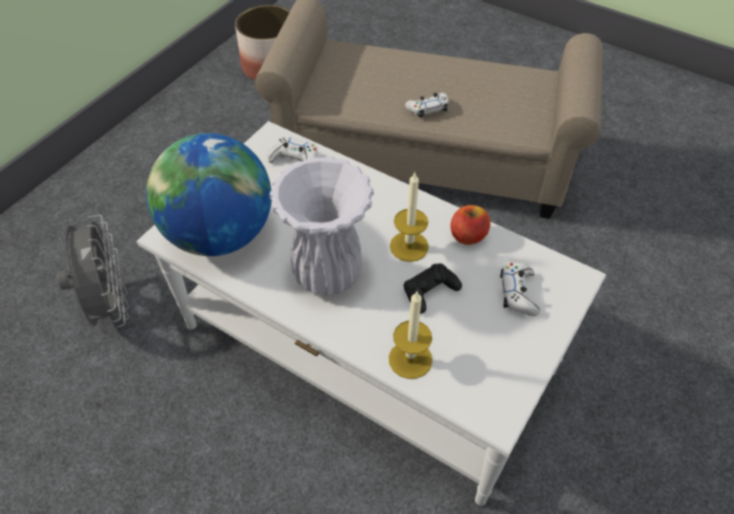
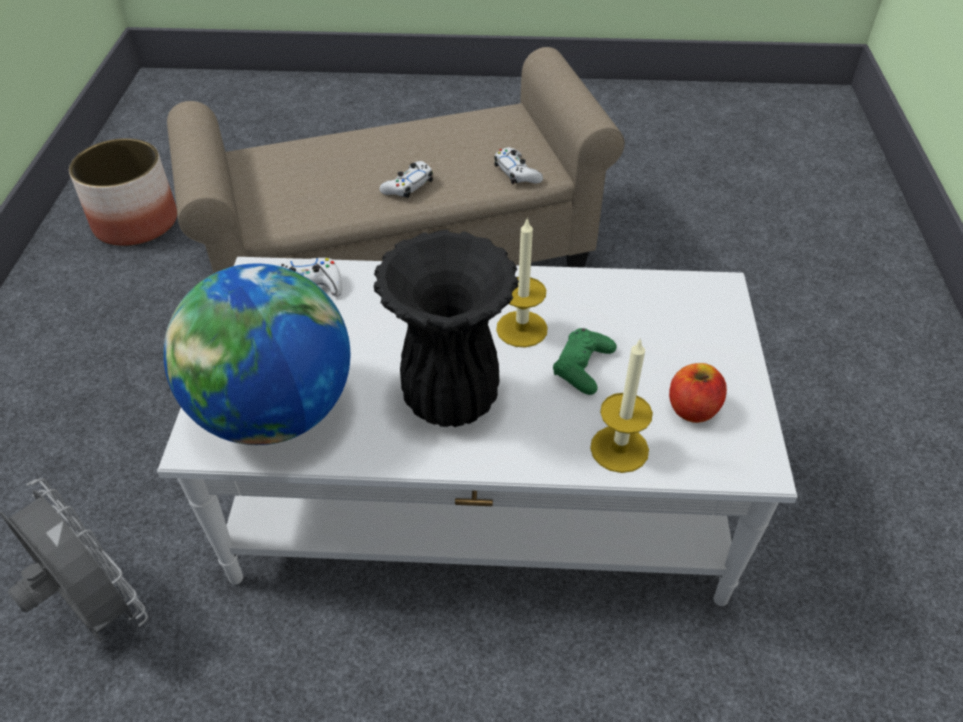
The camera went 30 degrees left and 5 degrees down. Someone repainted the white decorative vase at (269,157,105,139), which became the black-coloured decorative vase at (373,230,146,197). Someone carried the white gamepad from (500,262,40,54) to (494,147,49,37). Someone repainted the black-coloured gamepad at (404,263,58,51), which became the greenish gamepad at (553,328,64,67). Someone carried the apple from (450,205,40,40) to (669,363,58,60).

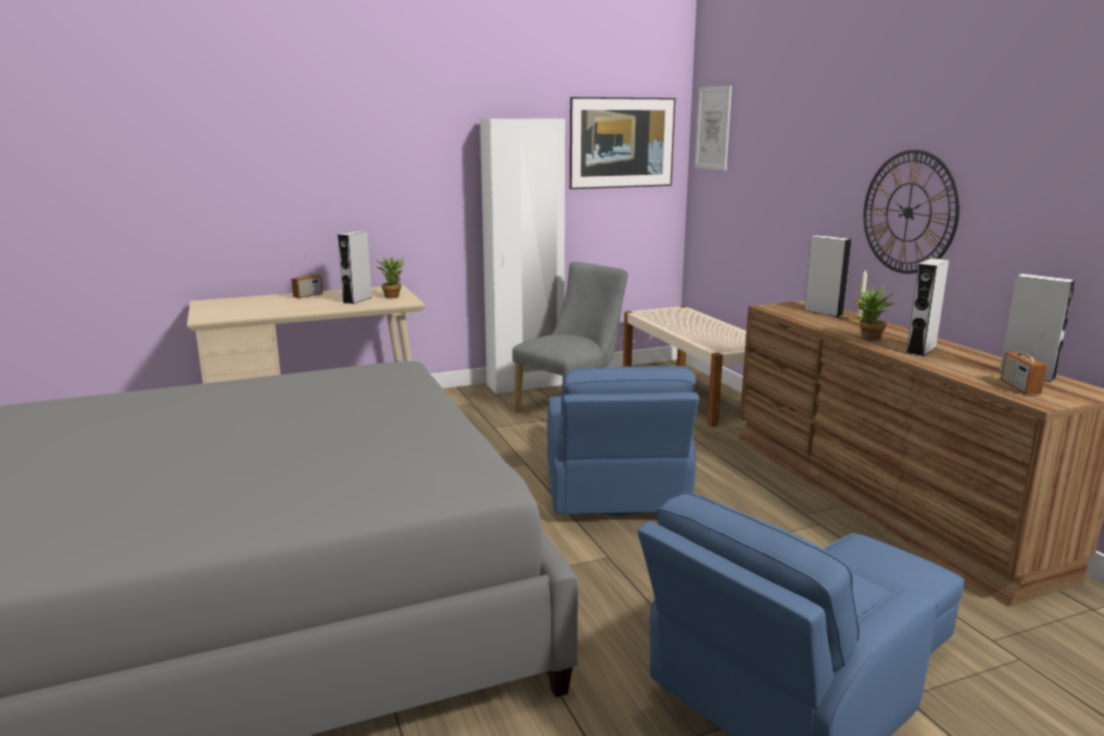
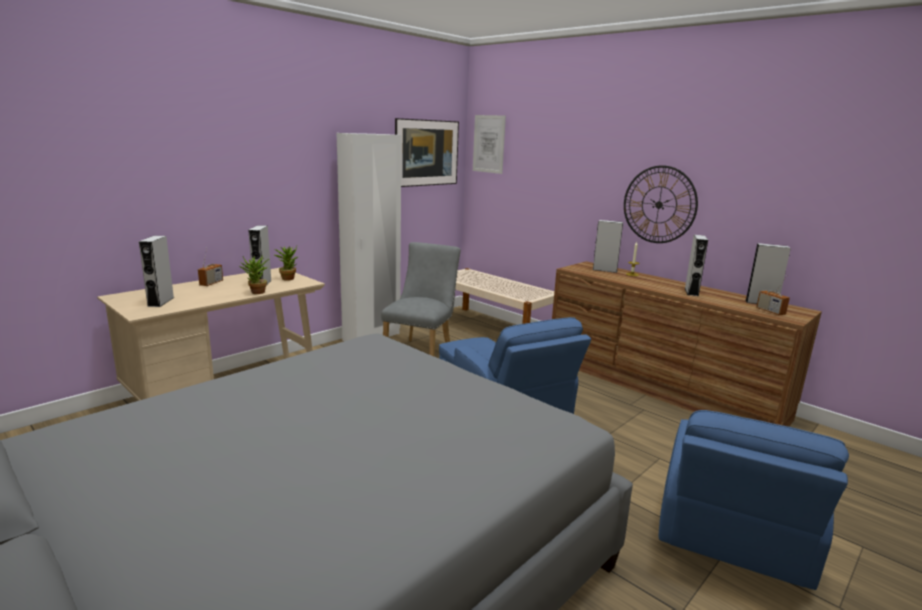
The camera went 25 degrees left and 0 degrees up. Someone put down the greyish audio speaker at (139,236,35,71). Someone carried the plant in a pot from (855,285,42,55) to (240,255,29,39).

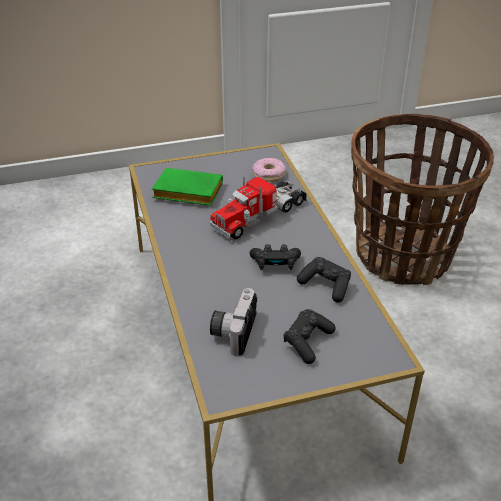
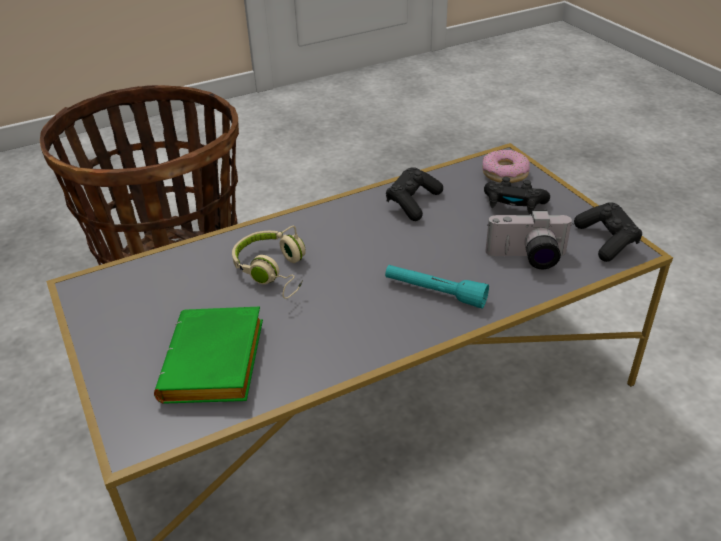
The camera went 100 degrees left and 0 degrees up. Someone swapped the model truck at (209,176,97,63) for the beige-coloured pair of headphones at (232,226,74,73). Someone put down the blue-green flashlight at (385,265,104,44). Someone carried the ring doughnut from (252,158,34,24) to (482,150,48,33). Someone carried the black-coloured gamepad from (250,244,51,26) to (574,202,68,60).

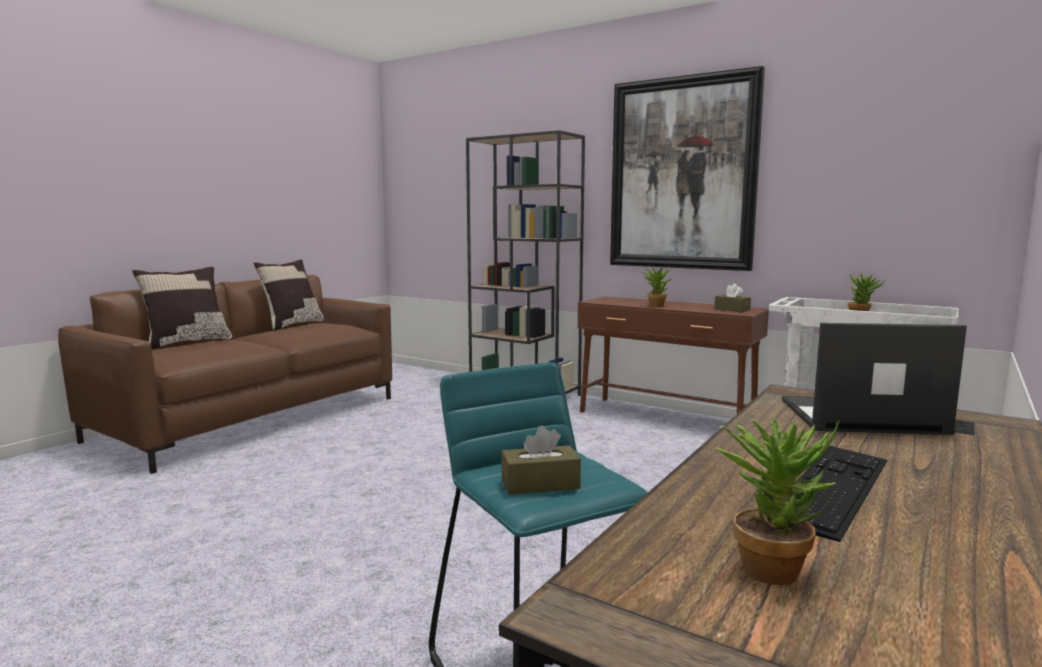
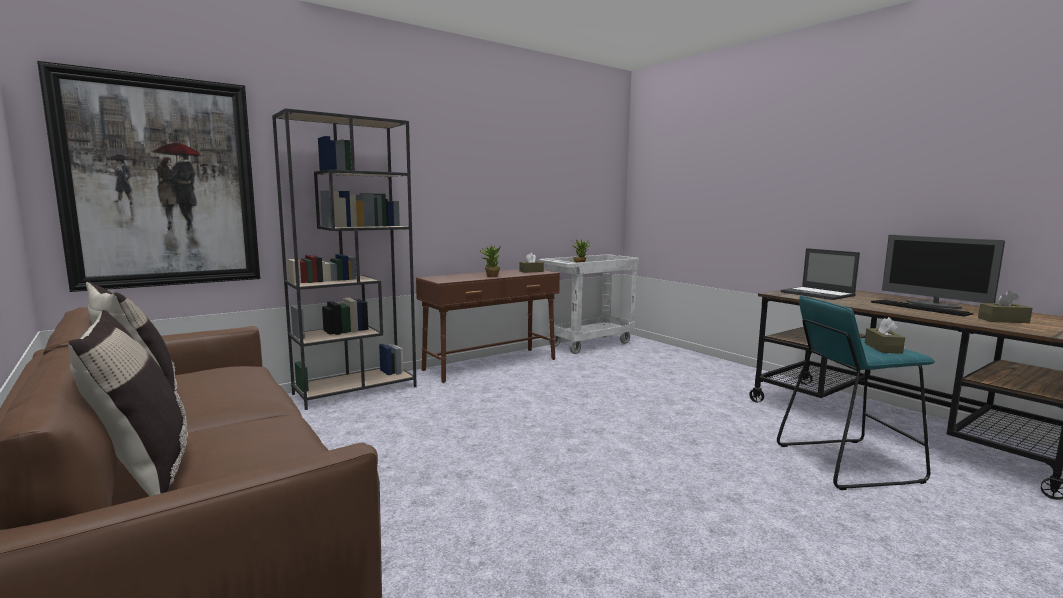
The camera went 70 degrees left and 0 degrees up. Someone carried the picture from (610,66,155,205) to (37,61,223,231). Someone rotated the portable computer at (782,323,185,112) by 60 degrees counterclockwise. Someone put down the computer display at (882,235,123,74). Someone swapped the plant in a pot at (716,418,124,167) for the brown box of tissues at (978,291,55,32).

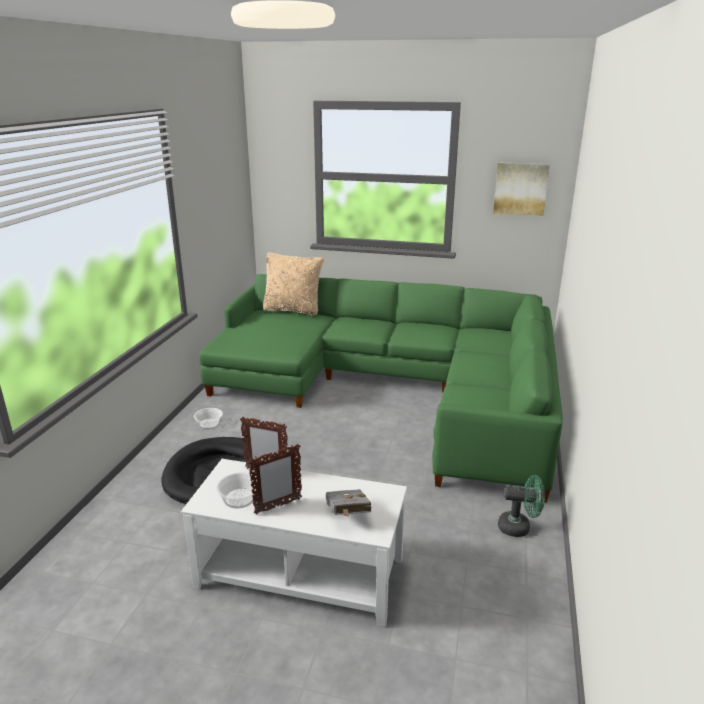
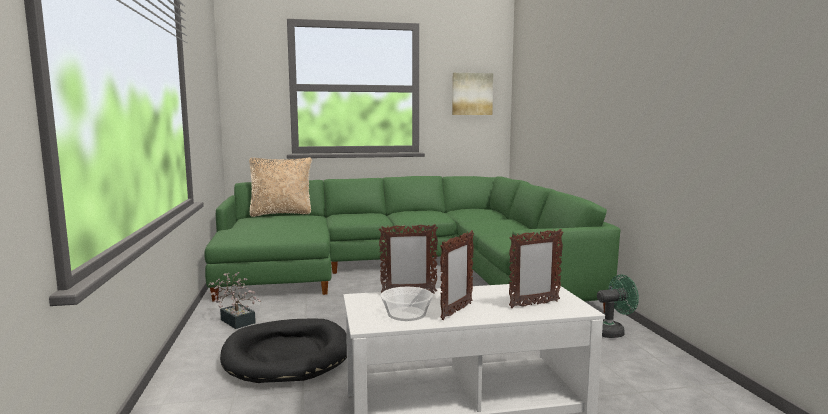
The camera went 25 degrees left and 15 degrees down. Someone swapped the serving bowl at (194,408,29,21) for the plant in a pot at (208,272,53,57). Someone swapped the greyish volume at (326,489,45,28) for the photo frame at (509,229,54,79).

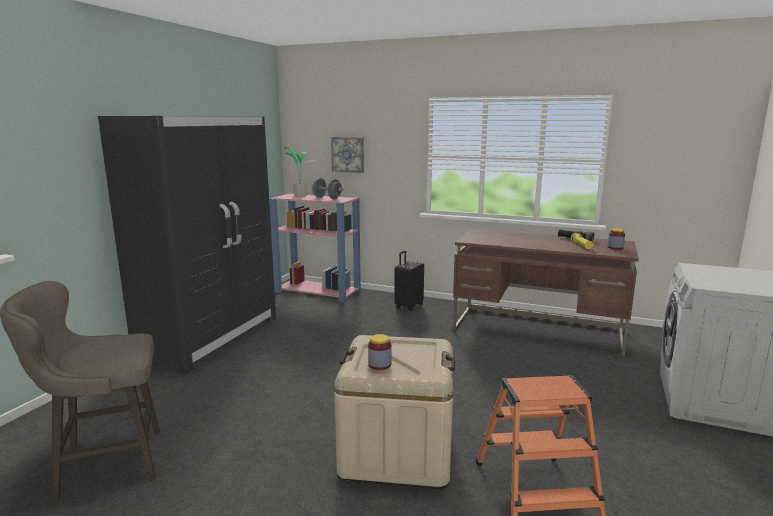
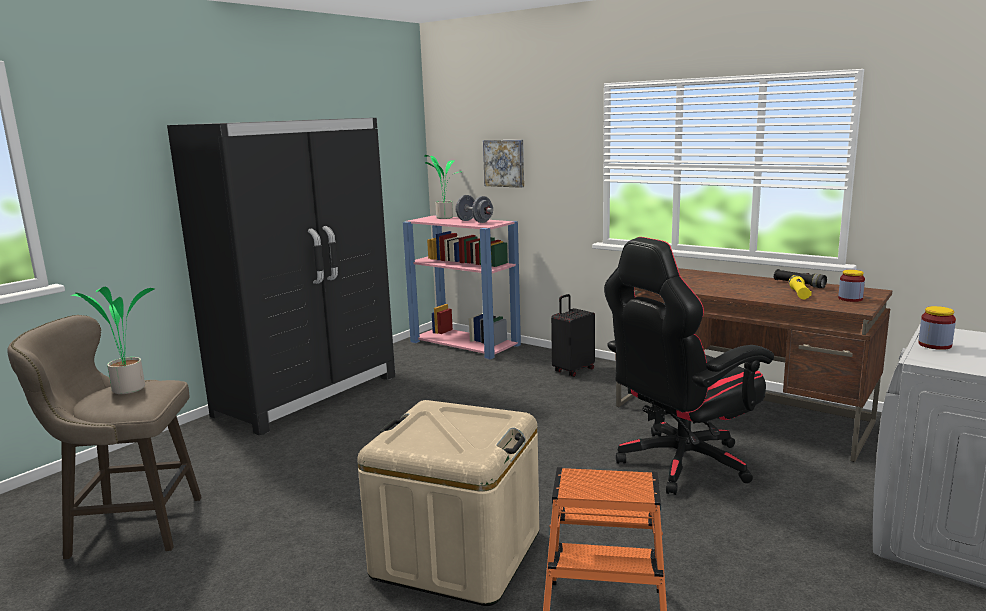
The camera went 15 degrees right and 0 degrees up. Someone put down the plant in a pot at (71,287,84,107). Someone put down the black-coloured desk chair at (604,237,170,258). Someone carried the jar from (368,334,24,36) to (918,306,38,44).

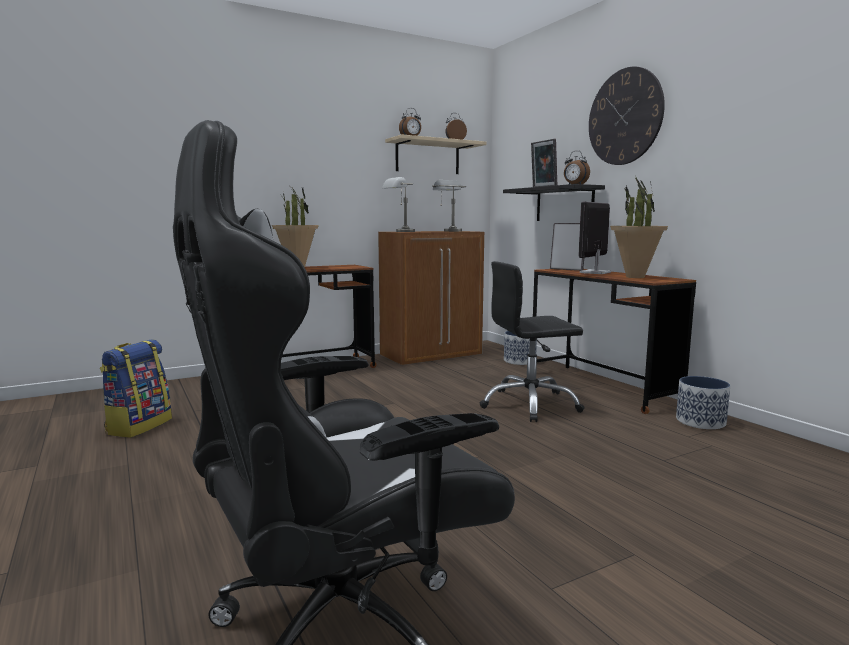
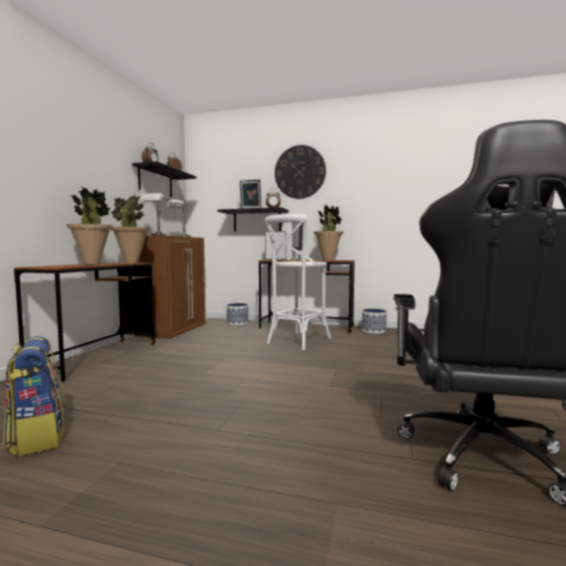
The camera went 45 degrees left and 5 degrees down. Someone put down the plant in a pot at (111,194,39,69). Someone repainted the beige-coloured shelf at (385,134,101,40), which became the black-coloured shelf at (132,161,64,36). Someone swapped the black-coloured desk chair at (479,261,105,161) for the white stool seat at (265,214,66,136).

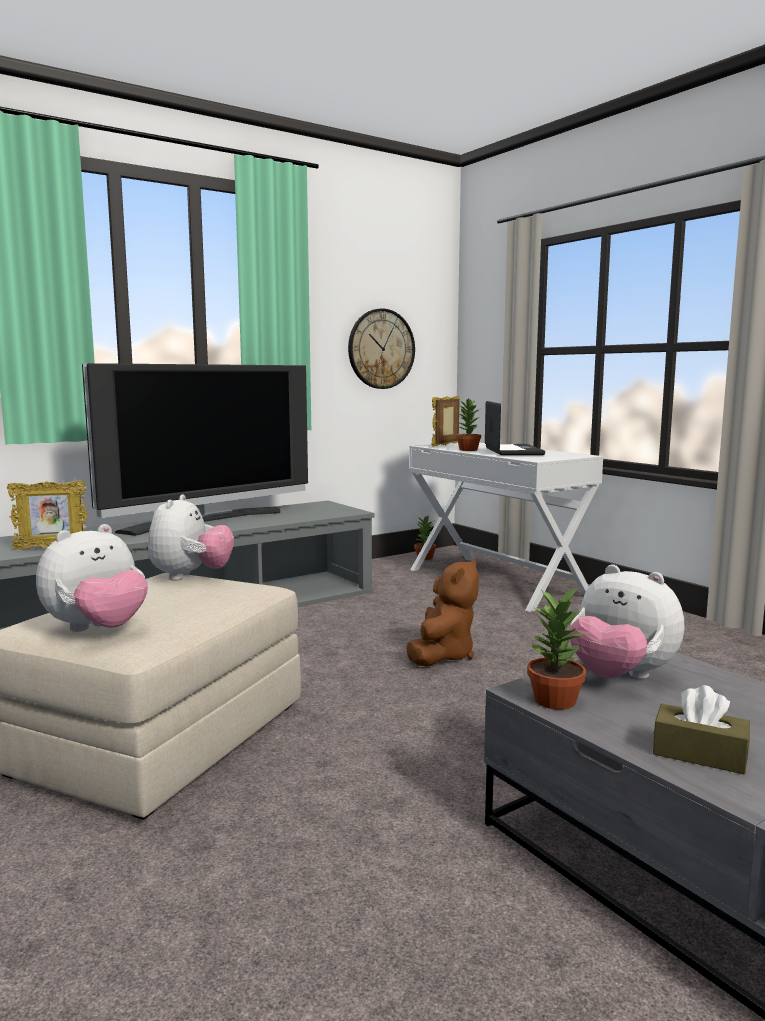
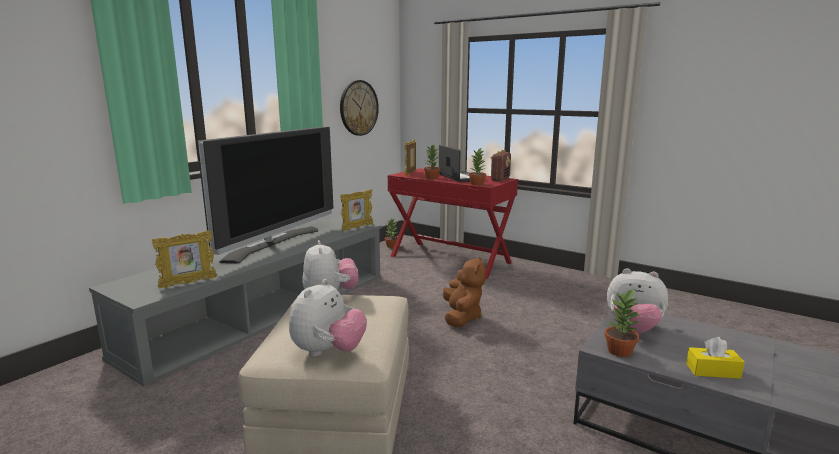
The camera went 20 degrees left and 5 degrees up. Someone put down the photo frame at (340,190,33,41). Someone repainted the white console table at (409,442,195,170), which became the red-coloured console table at (388,168,130,111). Someone put down the plant in a pot at (469,148,17,37). Someone put down the radio set at (491,150,20,32). Someone repainted the brown box of tissues at (653,685,97,89), which became the yellowish box of tissues at (686,337,59,42).

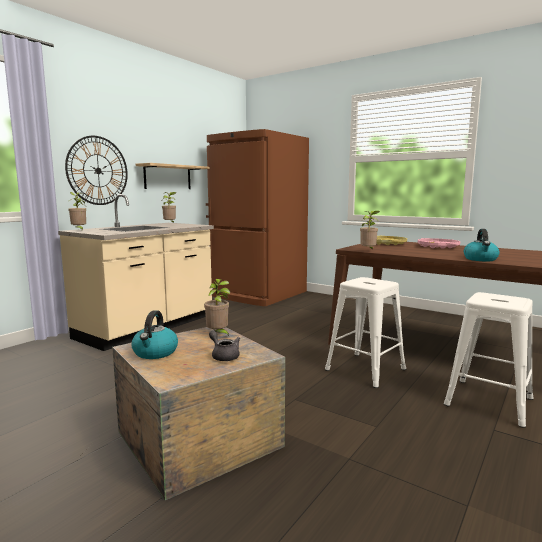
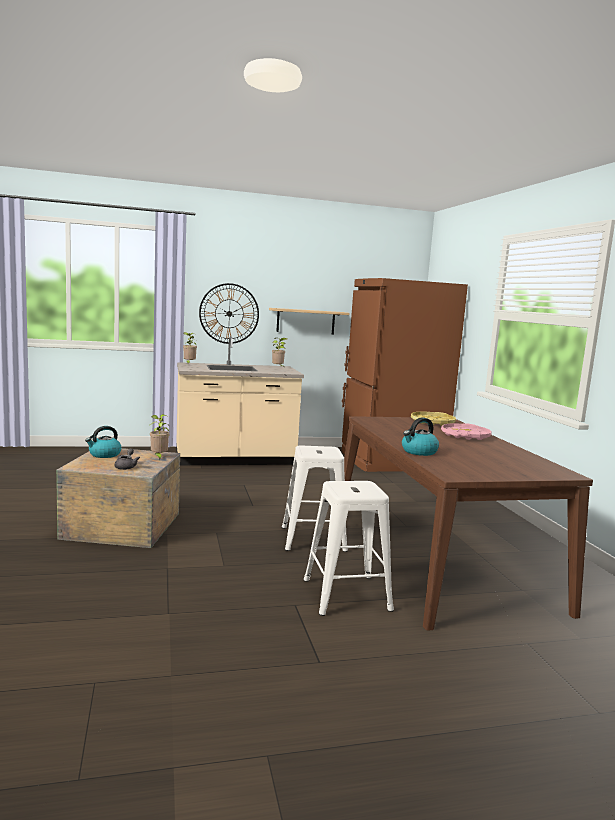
The camera went 40 degrees right and 0 degrees up. Someone took away the plant in a pot at (360,211,20,39).

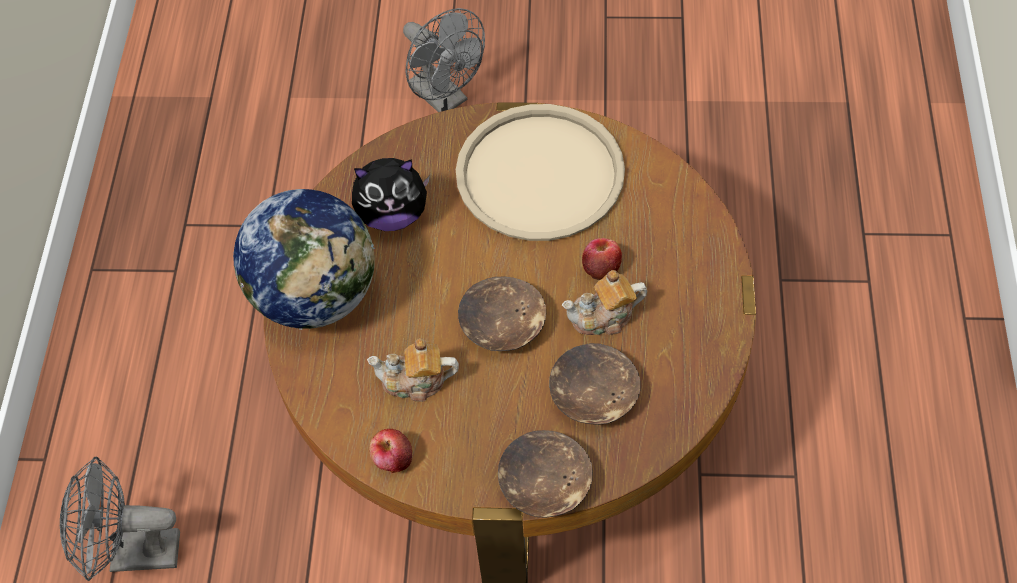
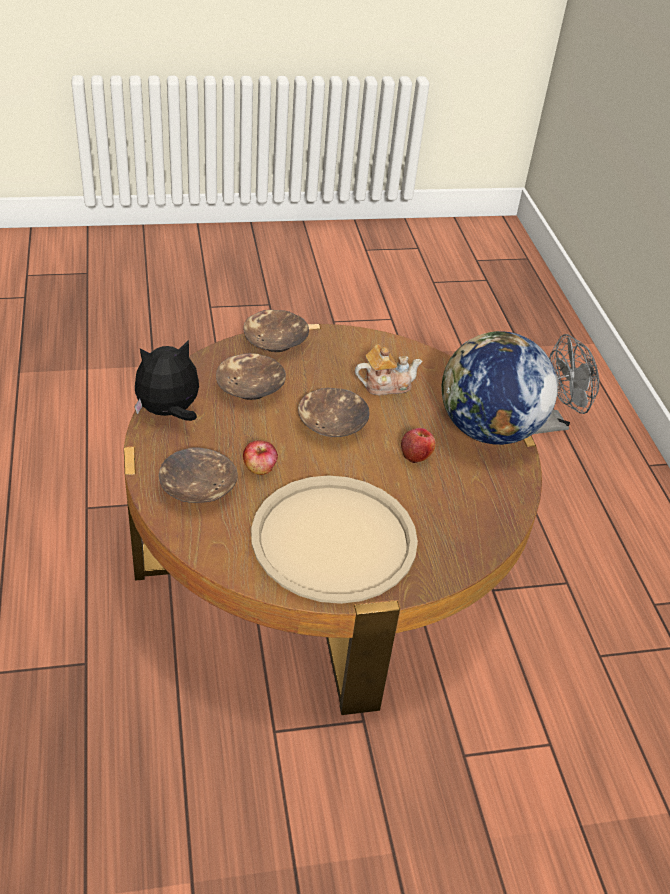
The camera went 160 degrees right and 15 degrees down. Someone carried the soft toy from (352,158,78,73) to (134,340,65,81). Someone put down the brown serving bowl at (159,447,79,56). Someone carried the apple from (369,429,43,44) to (401,428,35,35). Someone took away the greyish cooling fan at (403,8,82,104). Someone took away the tea pot at (562,270,85,65).

